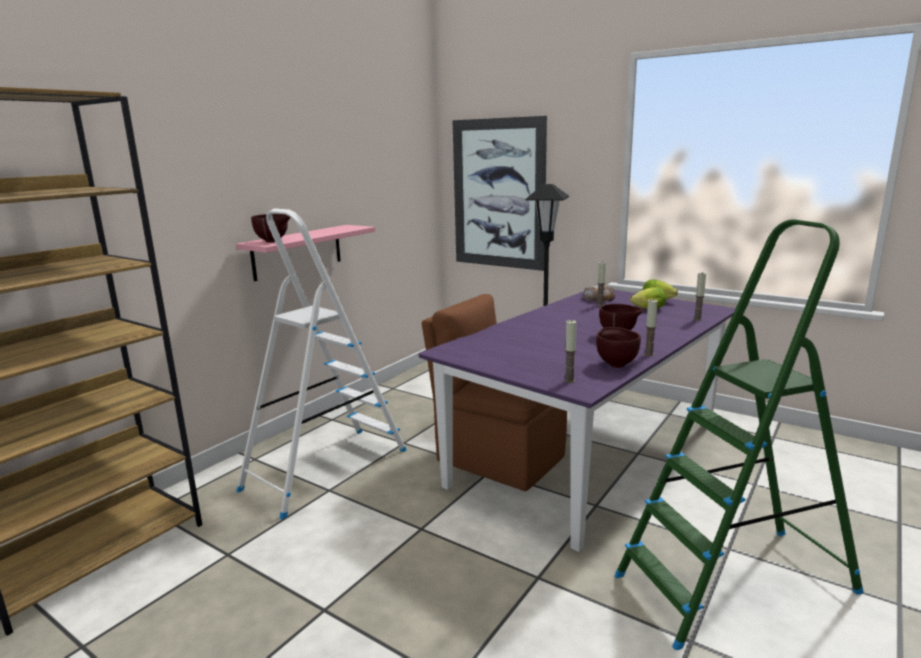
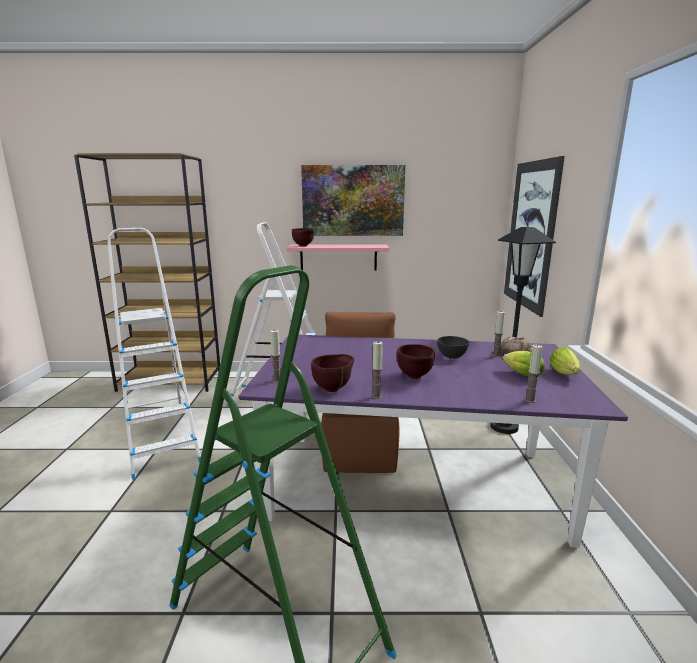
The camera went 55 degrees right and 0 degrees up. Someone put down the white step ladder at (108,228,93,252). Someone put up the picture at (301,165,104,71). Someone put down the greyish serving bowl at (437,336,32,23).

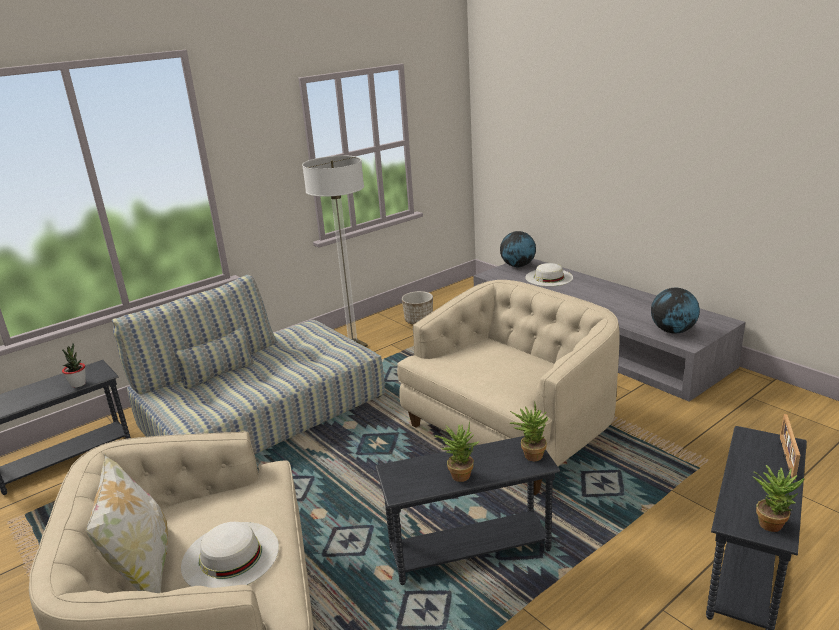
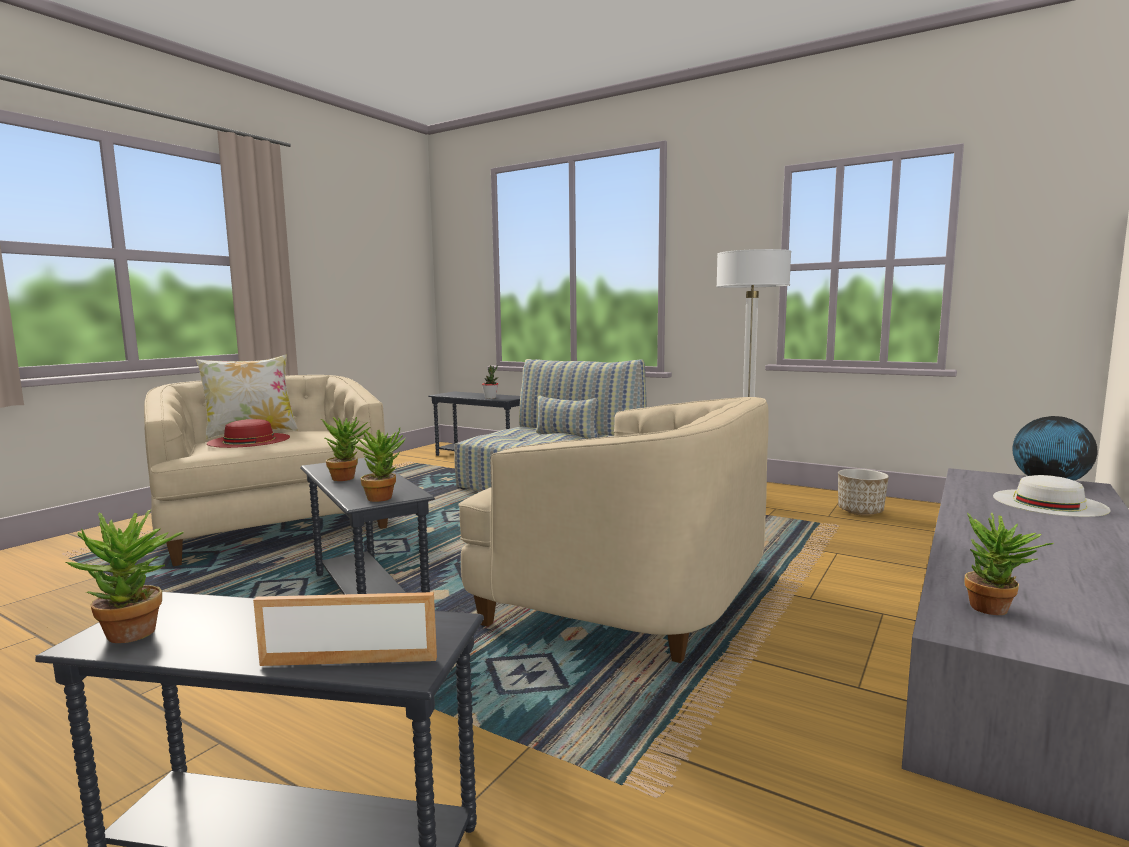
The camera went 70 degrees right and 15 degrees down. Someone repainted the white wearable hat at (181,522,98,66), which became the red-coloured wearable hat at (207,419,83,29). Someone swapped the desk globe at (651,288,49,46) for the plant in a pot at (965,513,89,102).

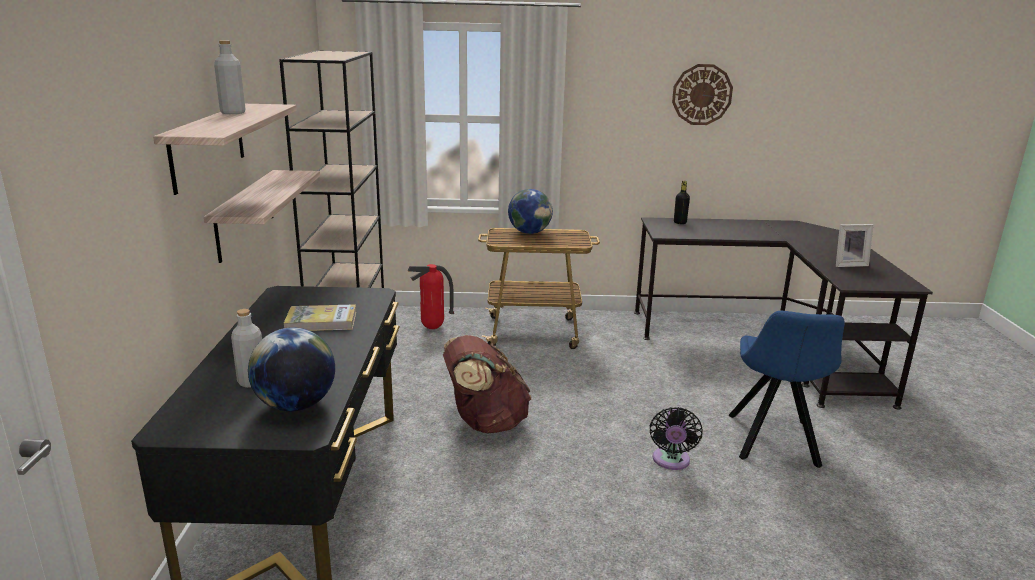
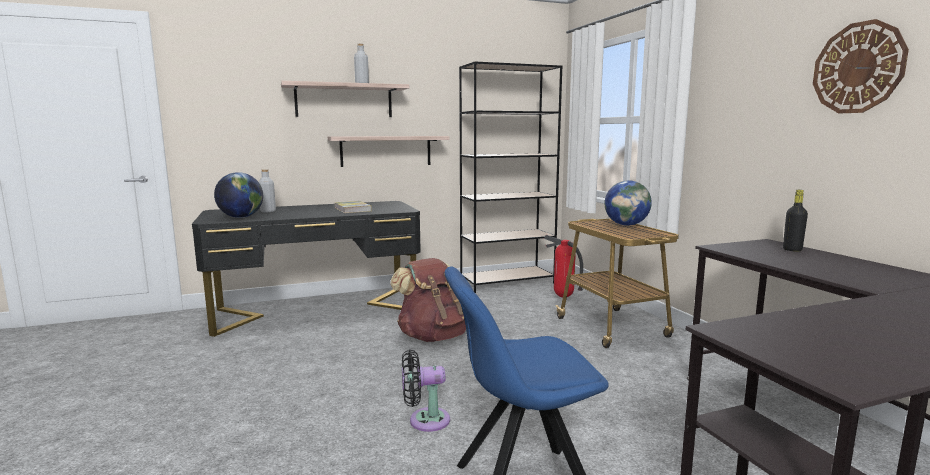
The camera went 70 degrees right and 10 degrees down. Someone took away the photo frame at (836,224,37,43).

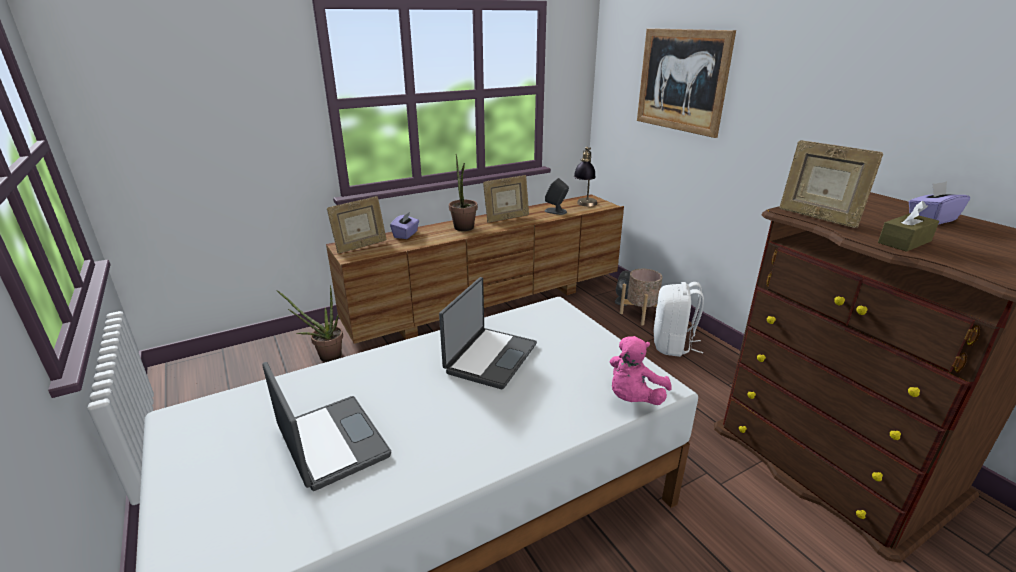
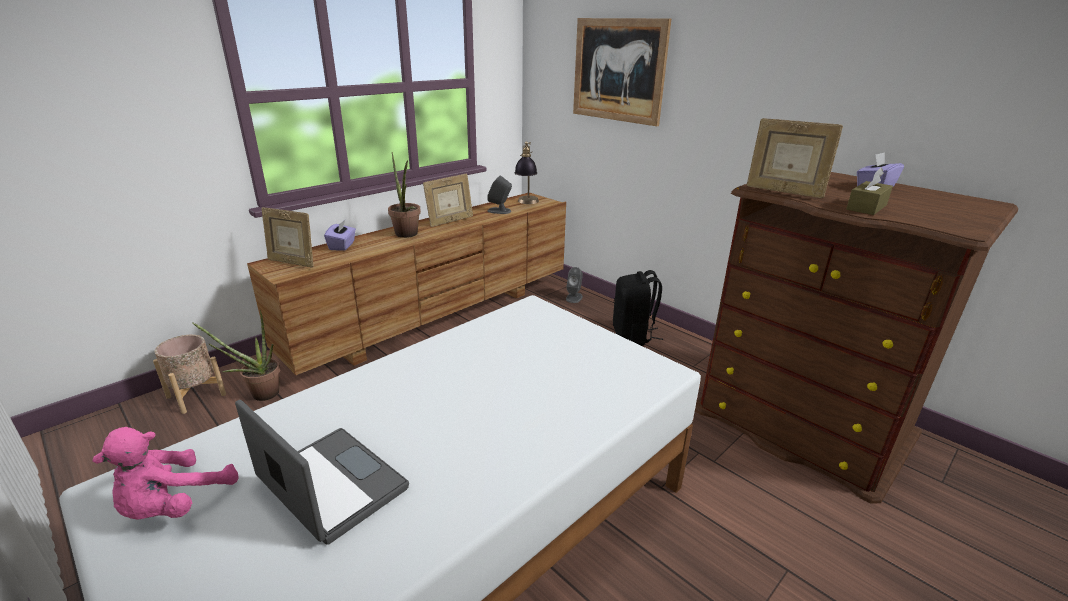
The camera went 15 degrees left and 0 degrees up. Someone carried the pinkish soft toy from (610,336,62,69) to (92,427,147,92). Someone carried the beige-coloured flower pot from (620,269,42,57) to (153,335,73,79). Someone rotated the photo frame at (327,196,60,58) by 75 degrees clockwise. Someone repainted the white rucksack at (653,282,51,75), which became the black-coloured rucksack at (613,270,50,76). Someone took away the portable computer at (439,277,98,112).

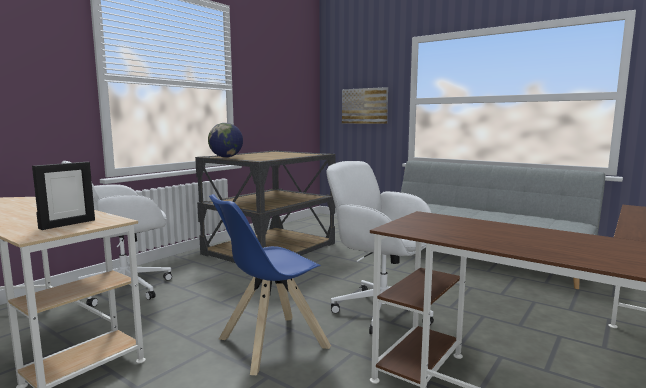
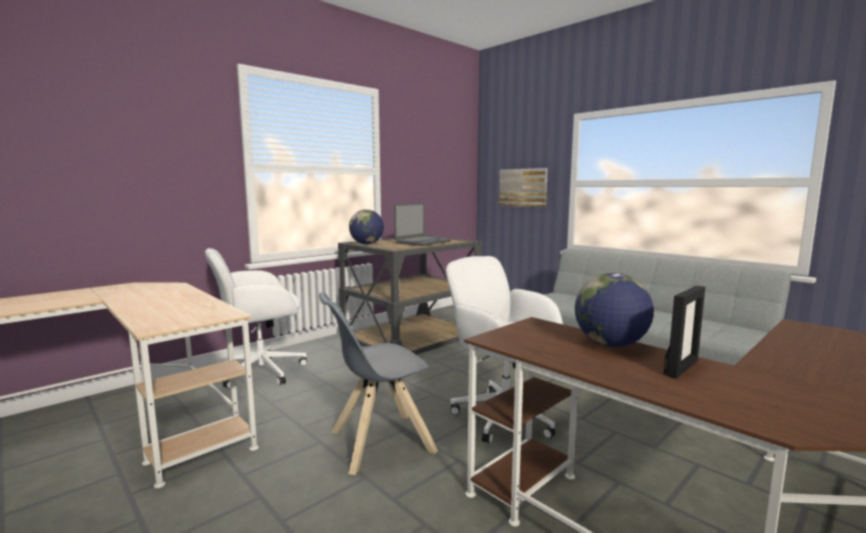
The camera went 10 degrees right and 0 degrees up. Someone repainted the blue upright chair at (209,194,122,181), which became the greyish upright chair at (319,292,119,183). Someone put down the portable computer at (394,203,57,43). Someone put down the desk globe at (575,273,79,74). Someone carried the photo frame from (32,162,63,68) to (663,286,42,93).

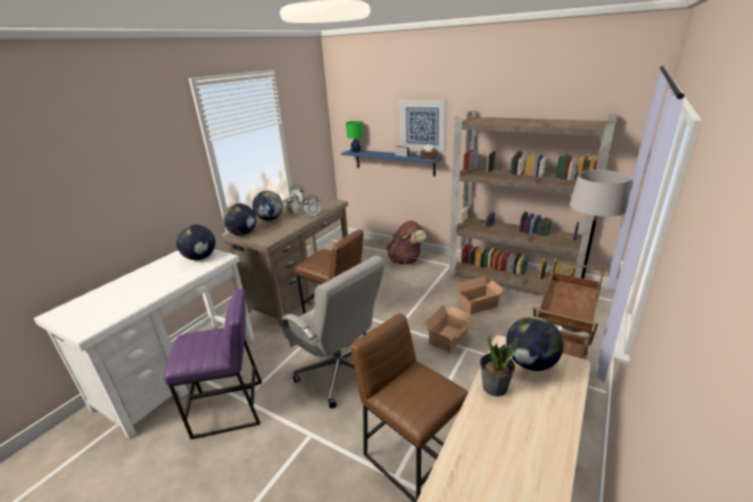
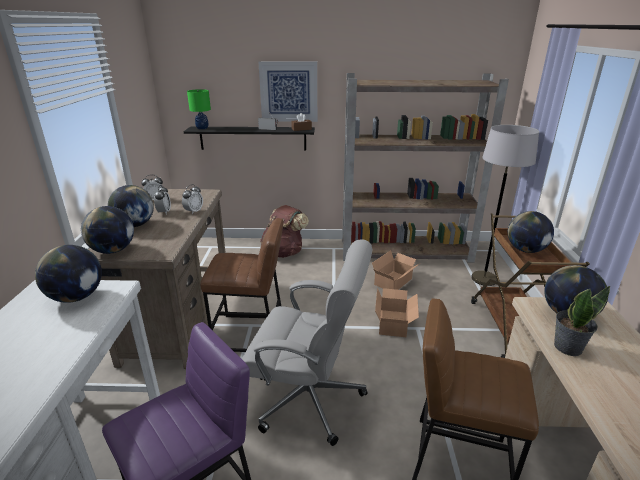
The camera went 30 degrees left and 0 degrees up. Someone repainted the blue shelf at (341,149,102,27), which became the black-coloured shelf at (184,127,131,24). Someone put down the desk globe at (508,211,46,42).

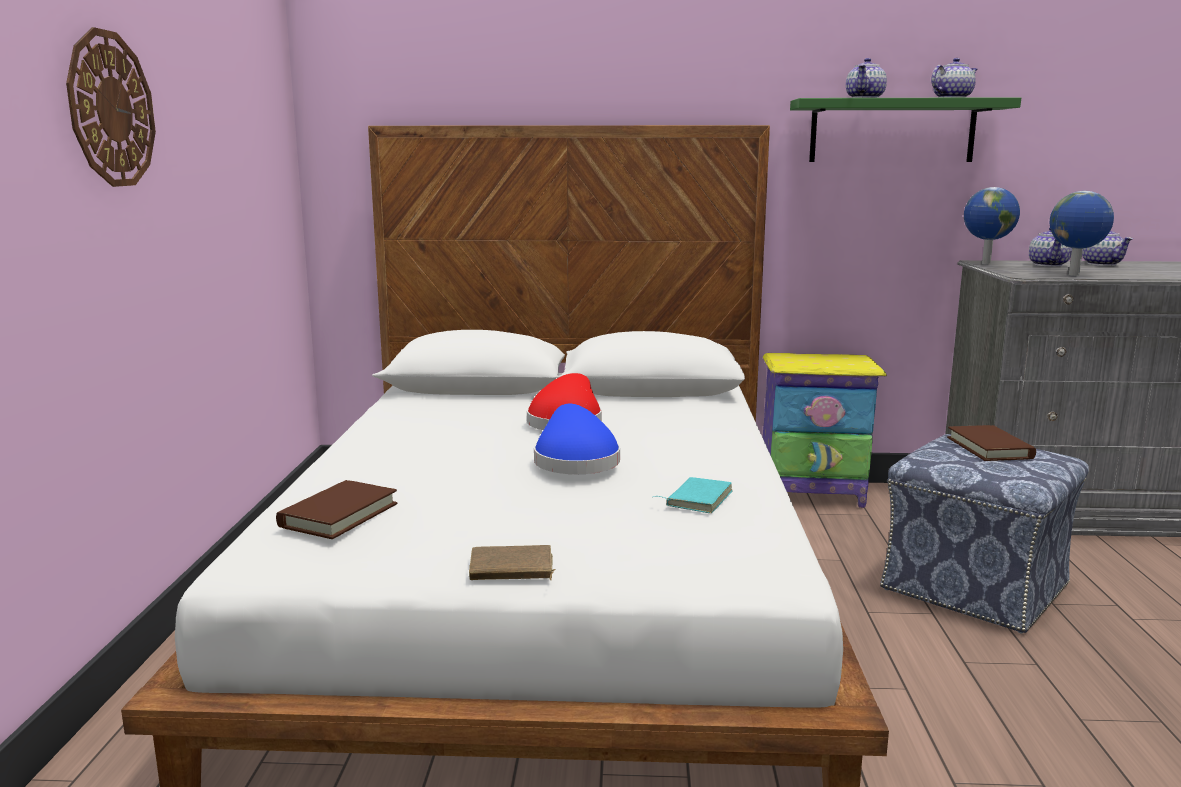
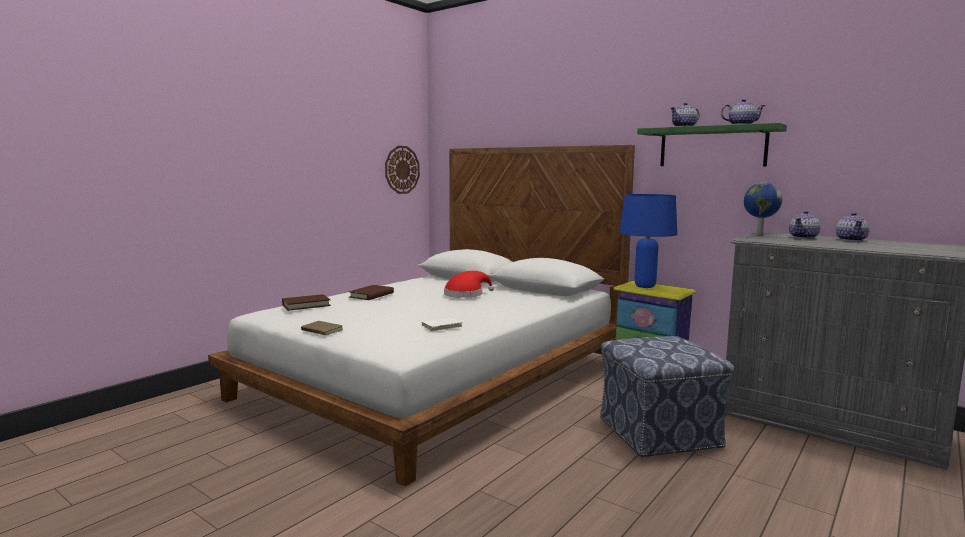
The camera went 35 degrees right and 5 degrees down. Someone carried the brown volume from (947,425,89,36) to (349,285,45,15). Someone carried the hanging clock from (66,27,90,160) to (385,146,35,48). Someone repainted the blue-green volume at (653,477,80,36), which became the white volume at (420,318,42,13). Someone put down the blue lamp for a table at (619,194,58,94). Someone took away the blue wearable hat at (534,404,86,70). Someone took away the desk globe at (1050,191,64,85).

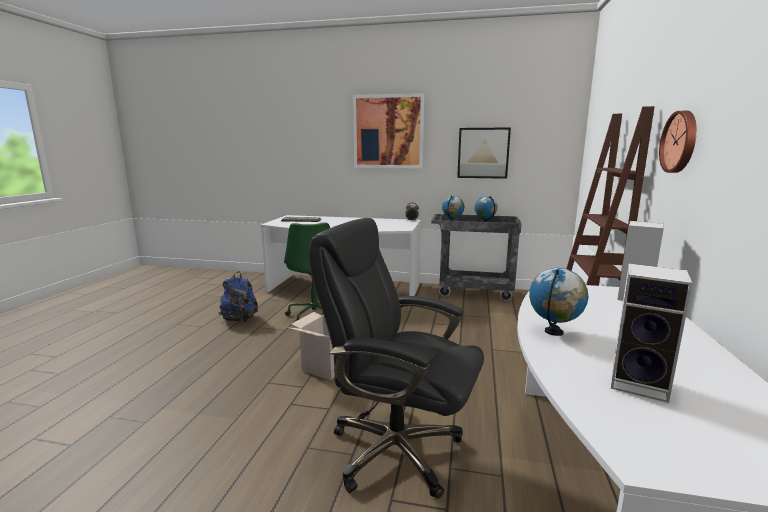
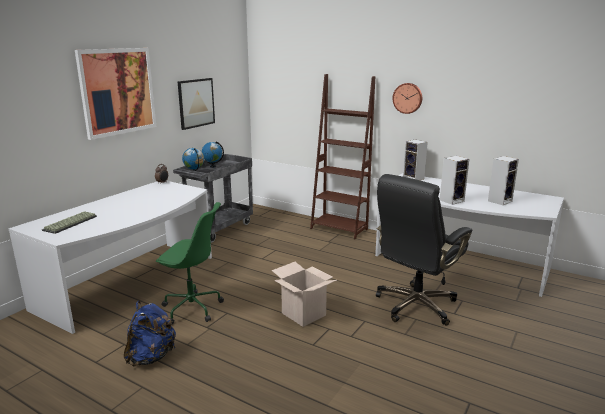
The camera went 70 degrees left and 5 degrees up. Someone swapped the desk globe at (529,268,59,68) for the audio speaker at (440,156,29,49).

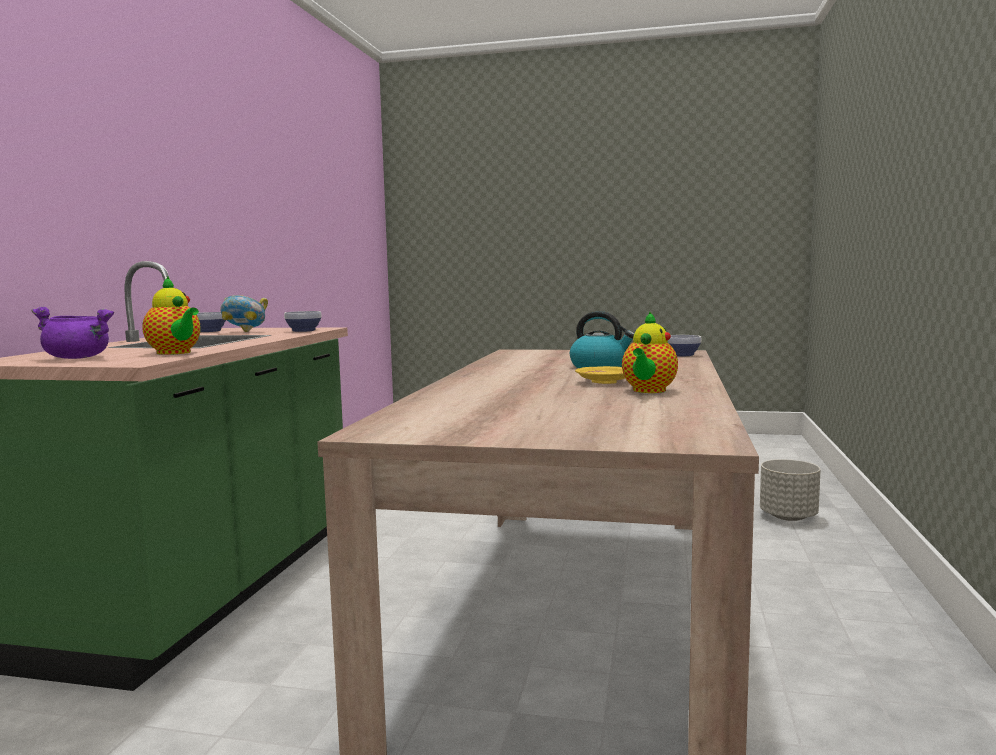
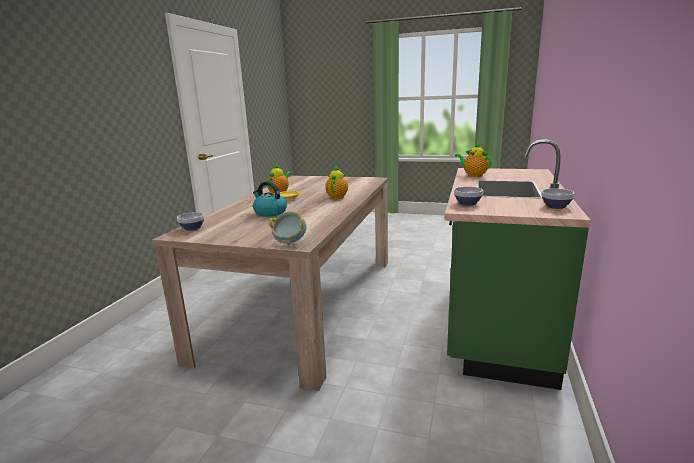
The camera went 175 degrees left and 10 degrees up. Someone carried the serving bowl from (220,295,48,37) to (268,212,39,33). Someone put down the tea pot at (325,166,23,33). Someone took away the purple cooking pot at (31,307,83,52). Someone took away the greyish flower pot at (760,459,61,62).

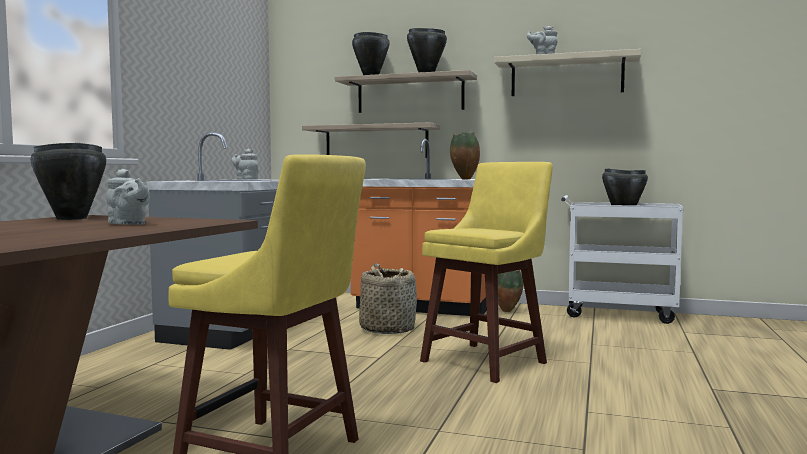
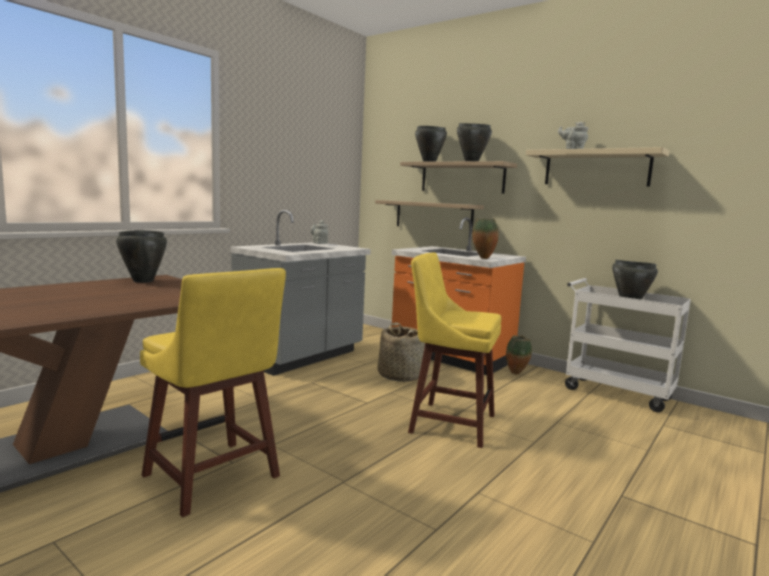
The camera went 20 degrees right and 5 degrees up. Someone rotated the yellowish upright chair at (420,162,133,221) by 135 degrees counterclockwise. Someone took away the greyish tea pot at (106,169,44,56).

